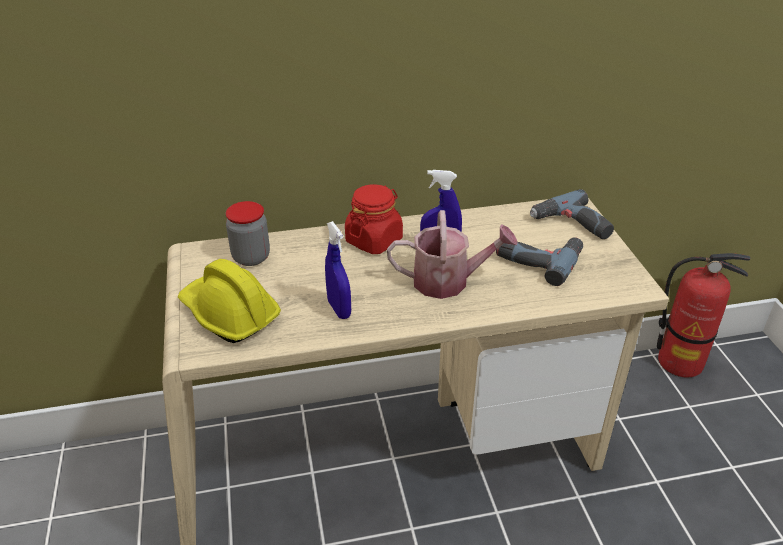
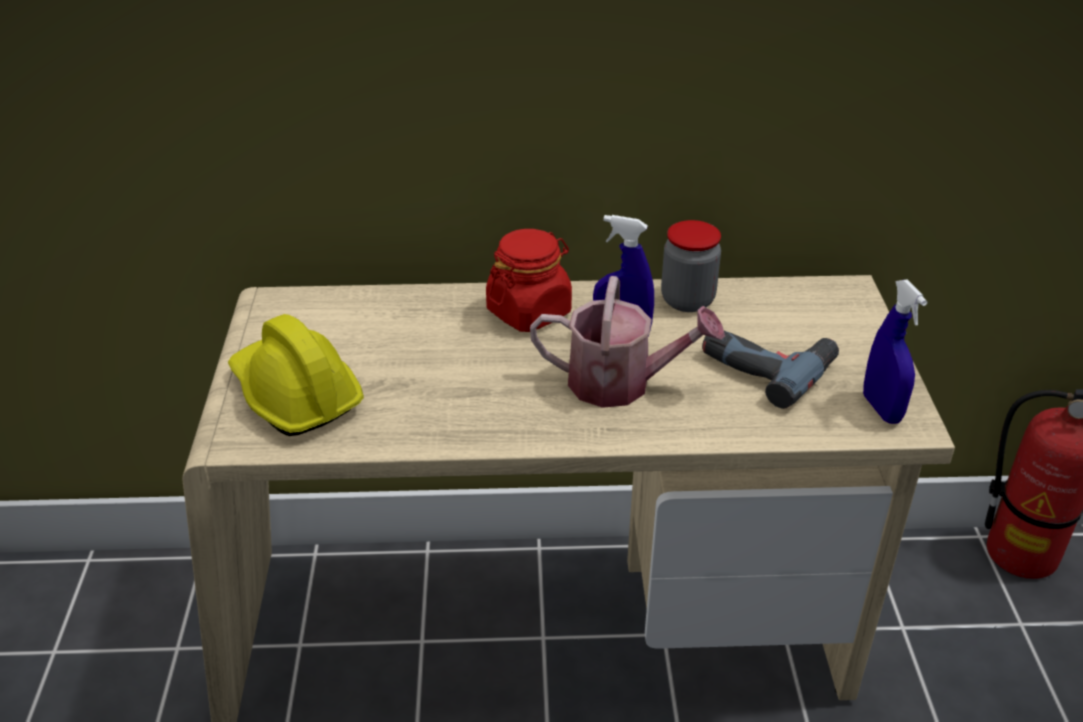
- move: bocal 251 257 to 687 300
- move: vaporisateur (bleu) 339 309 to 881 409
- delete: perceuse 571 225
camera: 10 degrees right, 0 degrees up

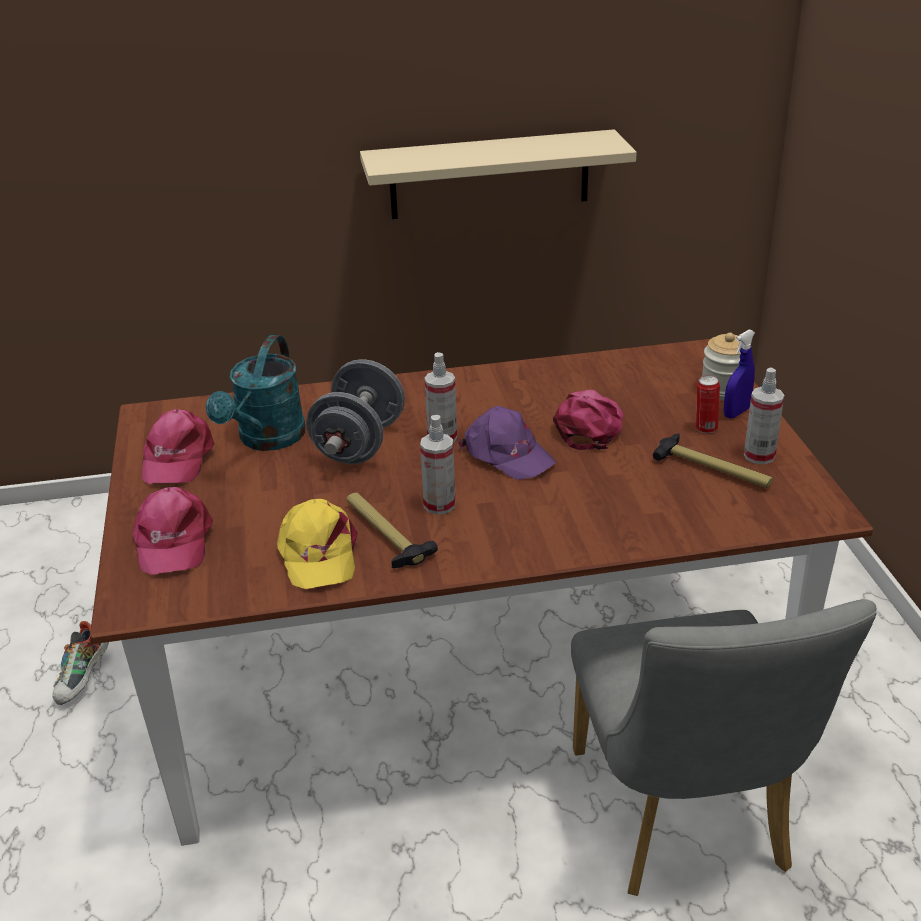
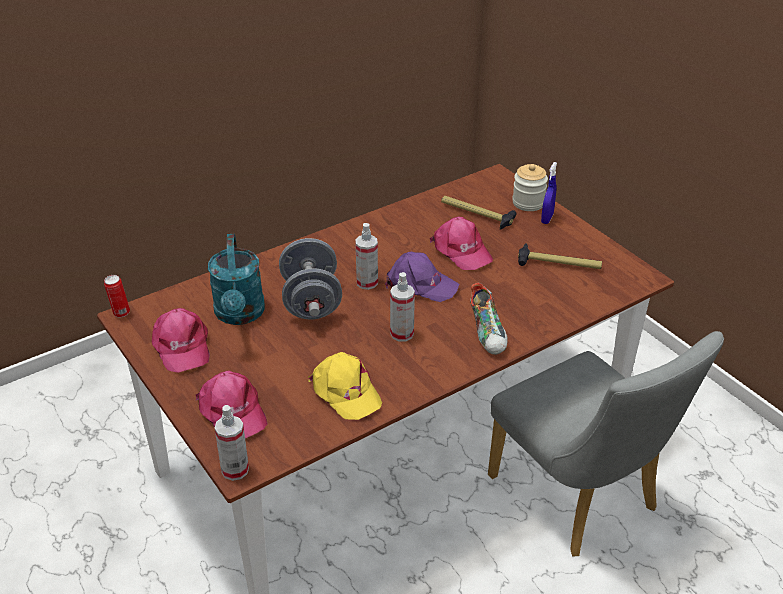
- move: boîte métallique 705 428 to 120 313
- move: vaporisateur 759 456 to 235 470
- rotate: casquette (rose) 590 427 = 461 250 150 degrees clockwise
- move: marteau 384 534 to 476 215
- move: chaussure 84 679 to 488 333
- delete: étagère (beige) 489 175
camera: 25 degrees left, 5 degrees up

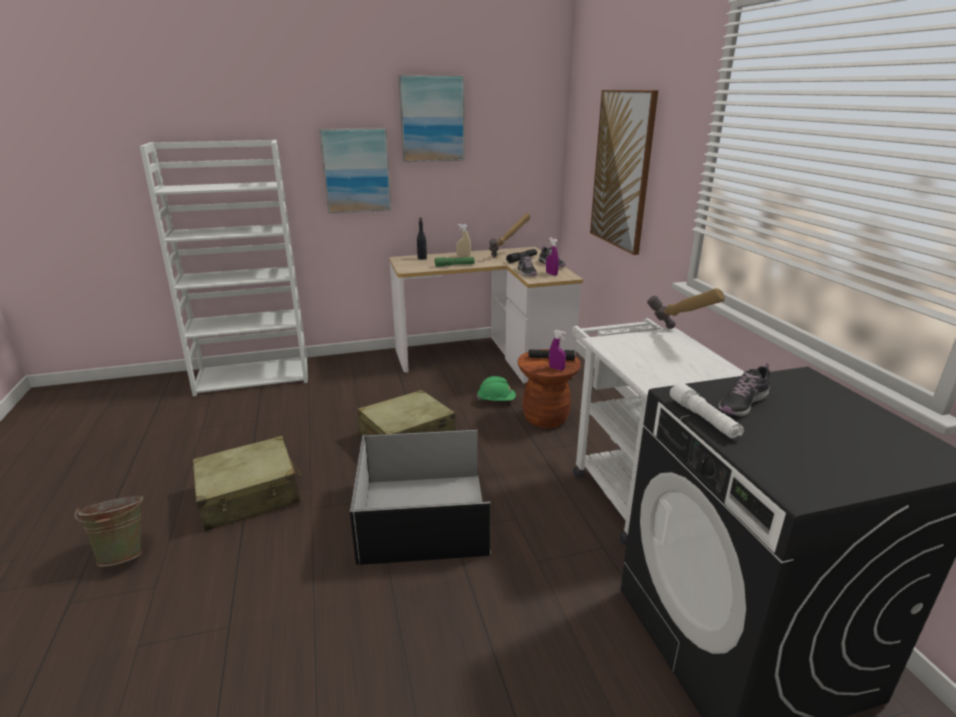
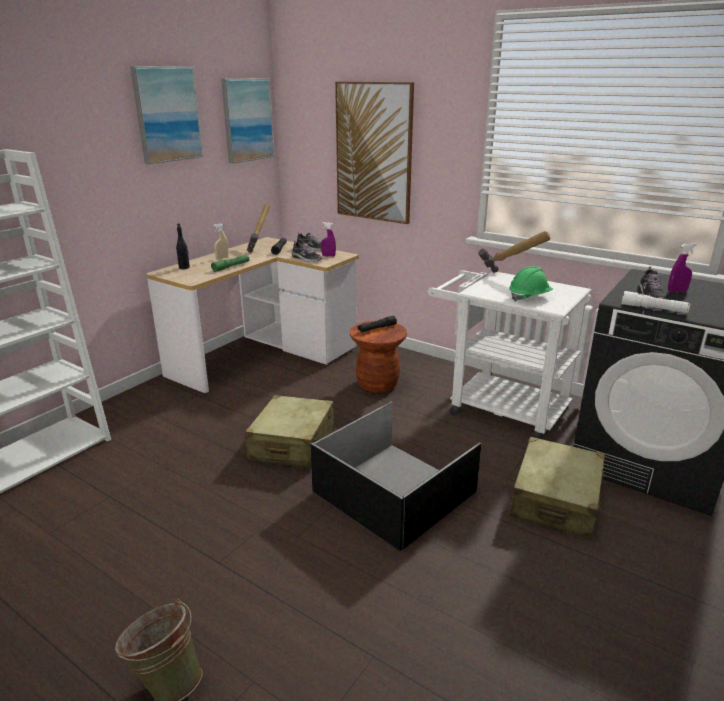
- move: tableau 356 170 to 247 120
- move: casque de chantier (vert) 496 400 to 529 297
- move: valise (beige) 250 495 to 556 499
- move: vaporisateur (violet) 556 368 to 677 291
camera: 40 degrees left, 0 degrees up

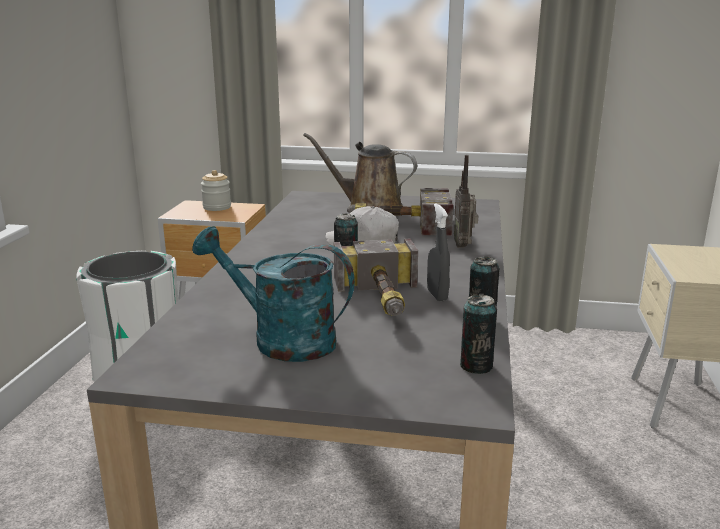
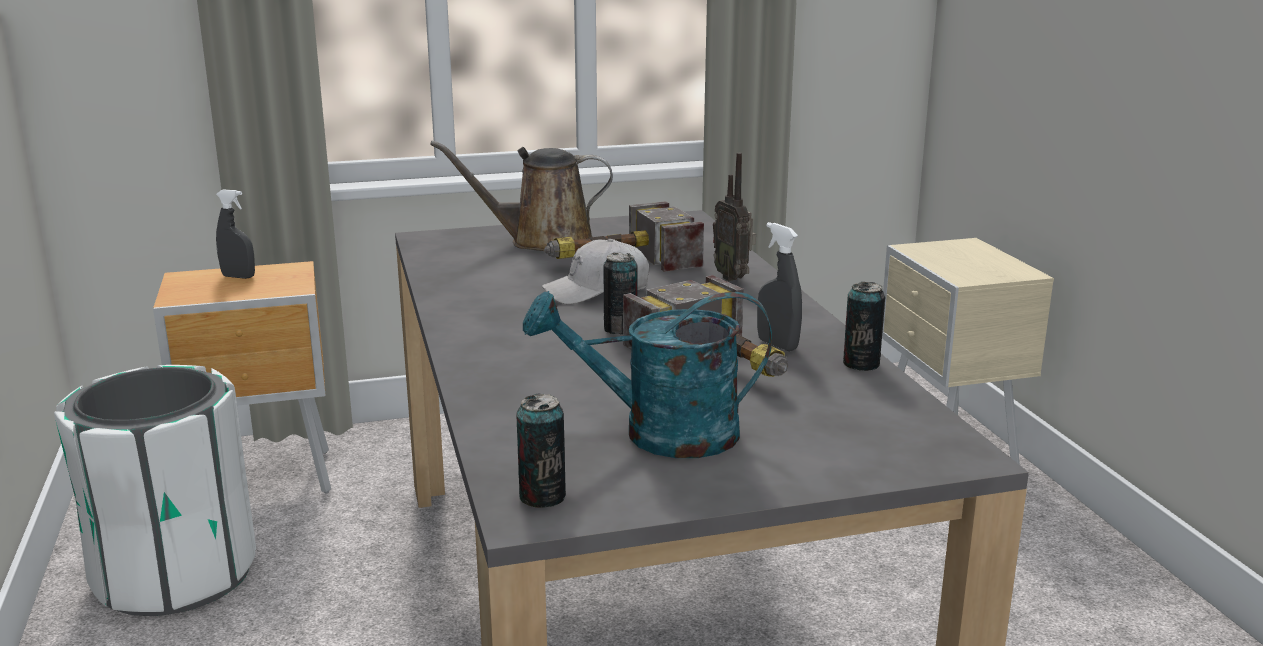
- replace: bocal 217 207 to vaporisateur (gris) 238 277
- move: boîte métallique 476 366 to 542 497
camera: 25 degrees left, 0 degrees up

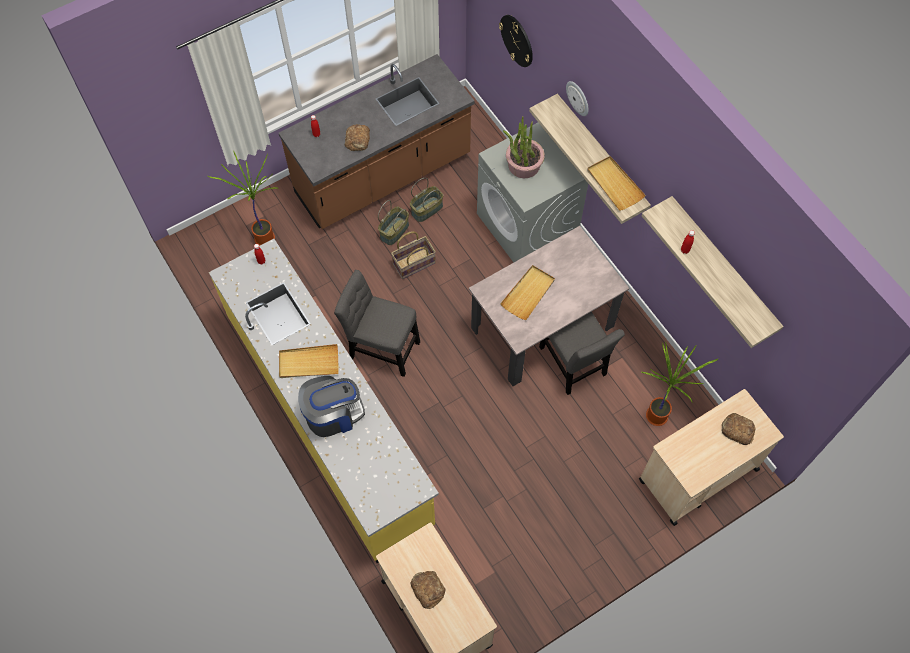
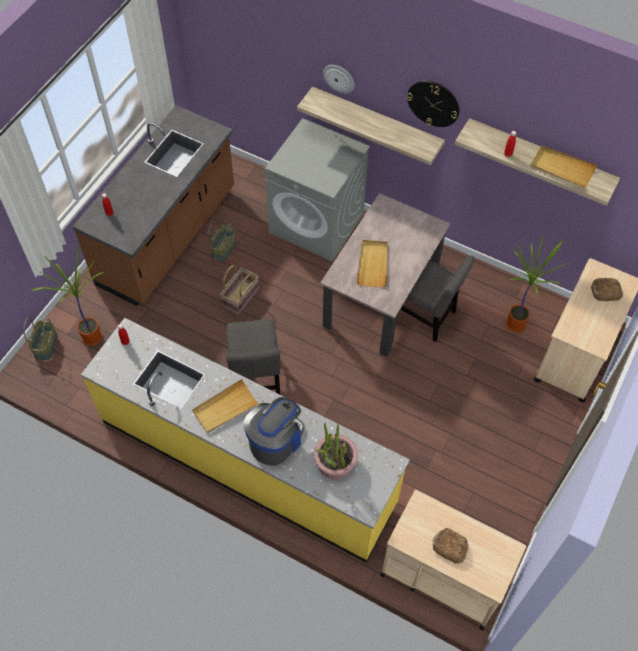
- move: panier 394 230 to 45 345
- rotate: chaise (gris) 381 347 = 255 379 90 degrees counterclockwise
- move: plante en pot 523 165 to 335 462
- move: horloge murale 517 40 to 433 103
- move: plateau (beige) 614 184 to 562 168
- delete: pain 358 140
camera: 30 degrees left, 5 degrees down

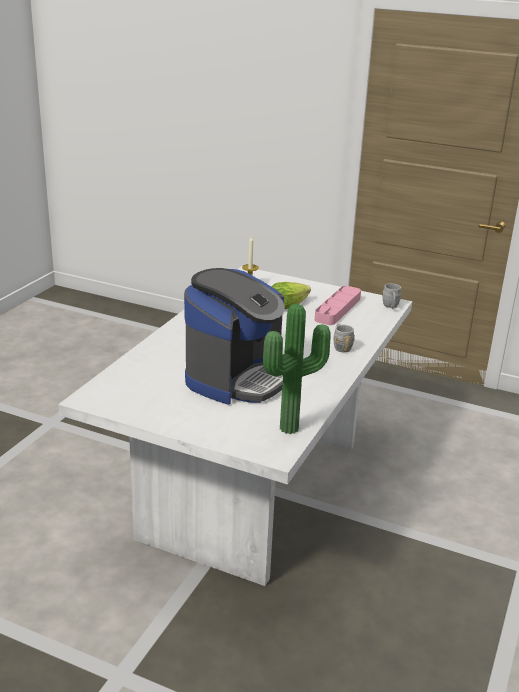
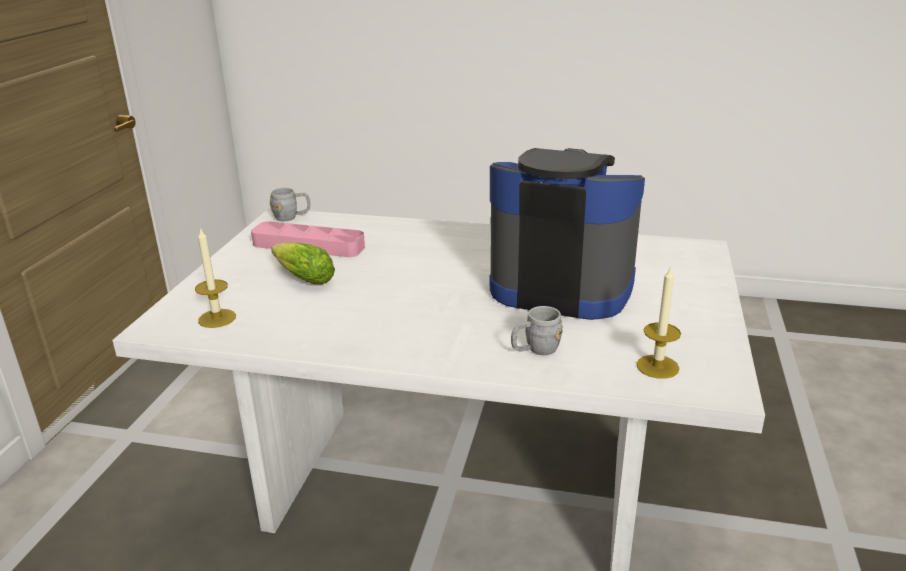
- move: mug (gris) 341 346 to 535 350
- insert: bougie 657 366
- delete: plante en pot 292 430
camera: 100 degrees left, 0 degrees up

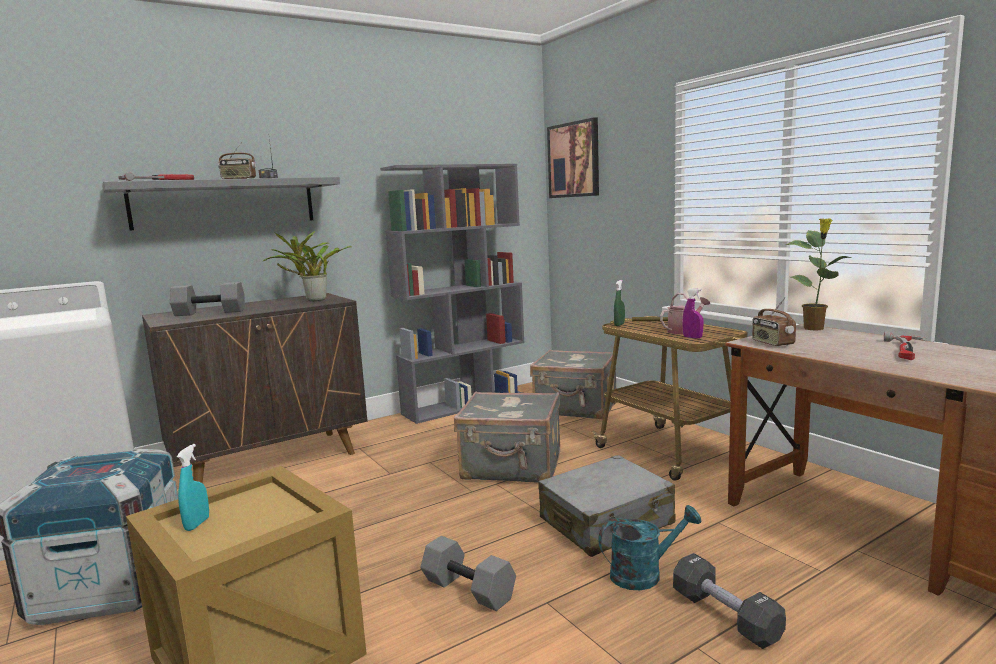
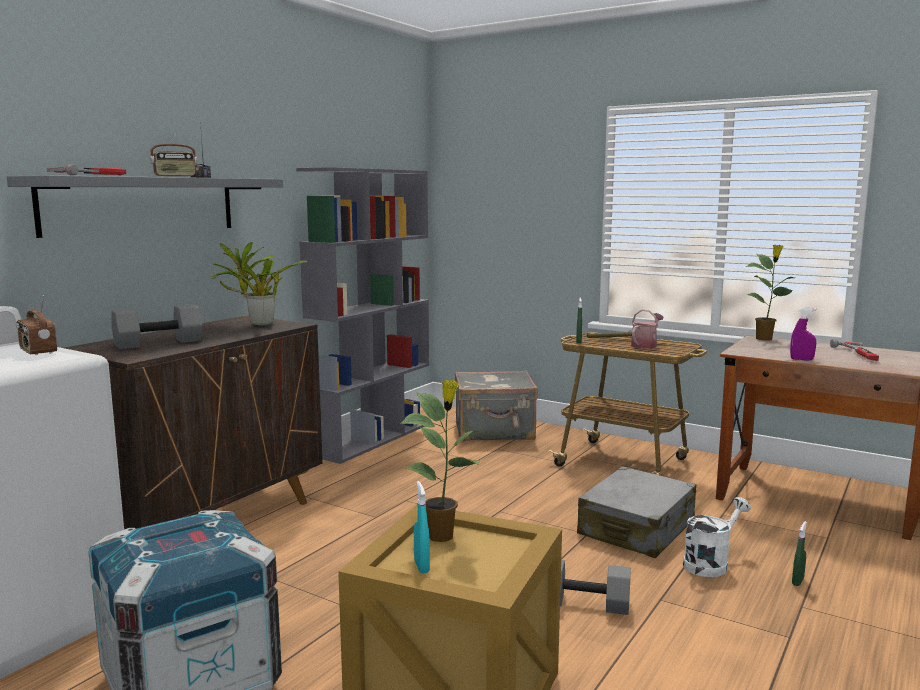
- move: radio 772 343 to 37 351
- insert: plante en pot 442 536
- recolor: arrosoir (turquoise) 644 574 to arrosoir (blanc) 710 563
- move: vaporisateur (violet) 692 337 to 801 359
- replace: haltère (noir) 725 616 to vaporisateur (vert) 797 581
- delete: valise (gris) 512 467
- delete: tableau 574 160
camera: 25 degrees left, 0 degrees up

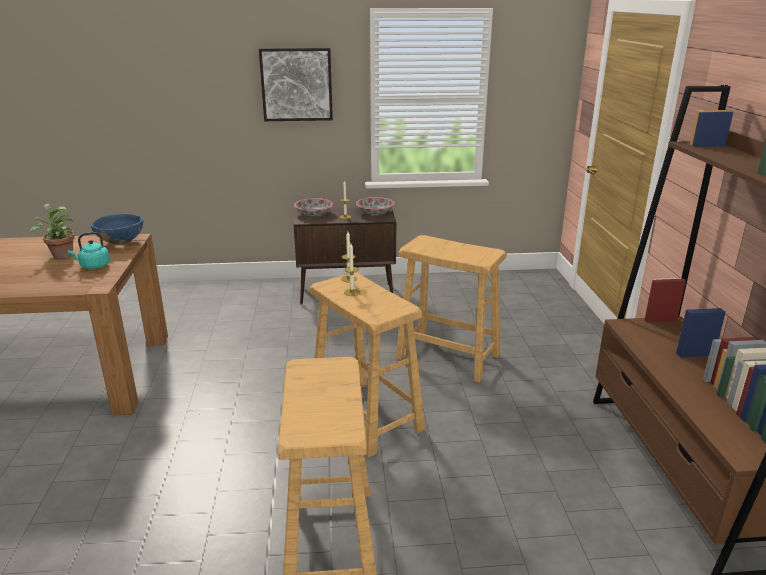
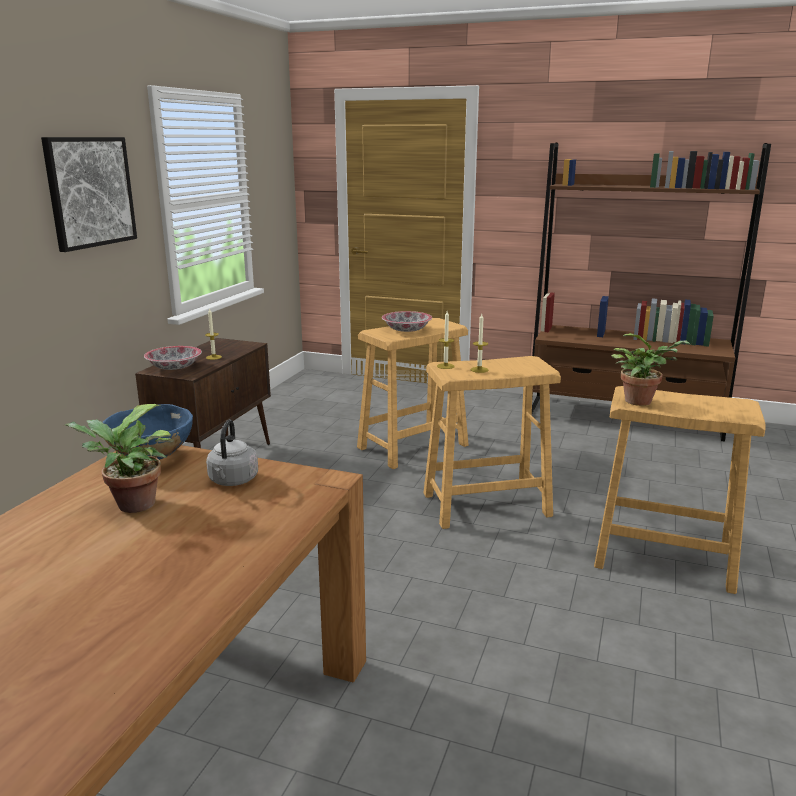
- recolor: bouilloire (turquoise) 93 266 to bouilloire (gris) 232 481
- move: bol 375 213 to 407 330
- insert: plante en pot 641 401
camera: 65 degrees left, 5 degrees down

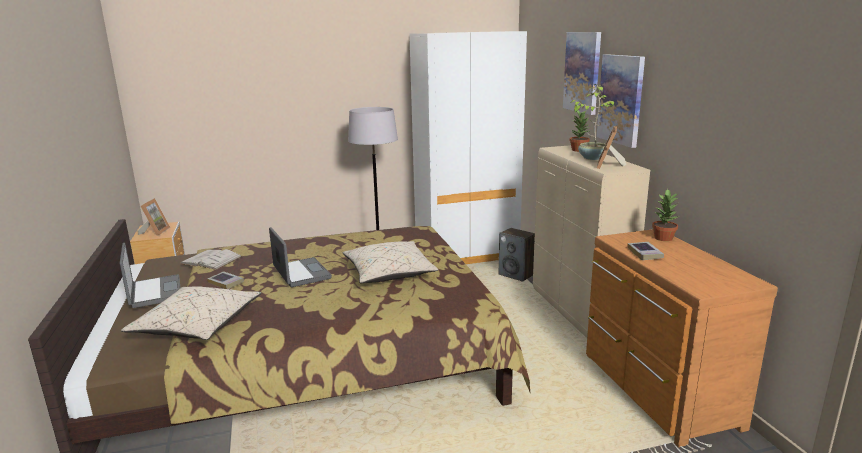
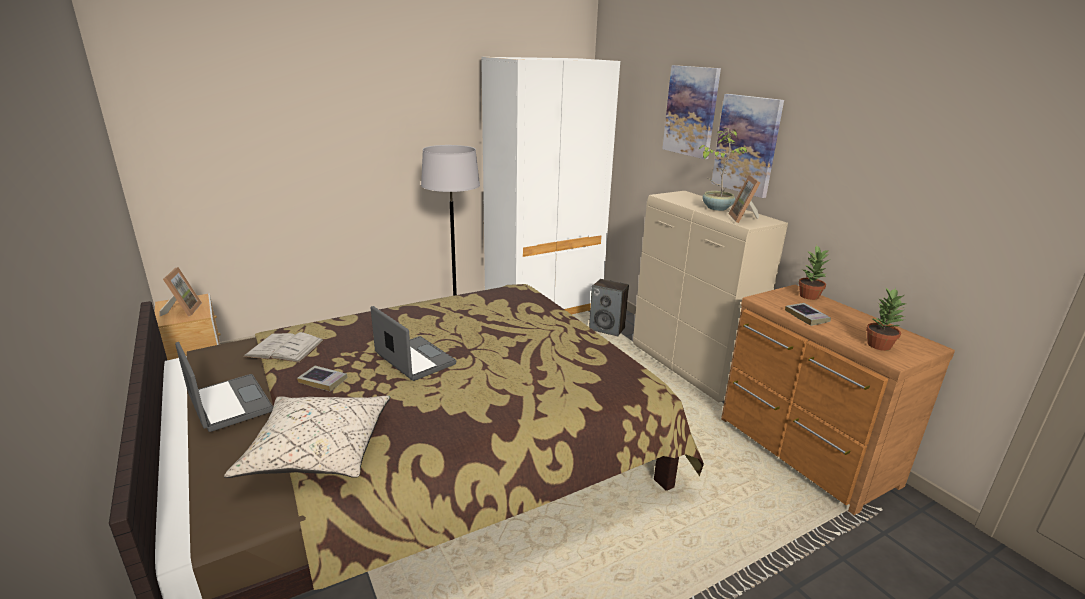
- move: plante en pot 578 150 to 878 345
- delete: coussin (beige) 389 273
camera: 15 degrees left, 5 degrees up

